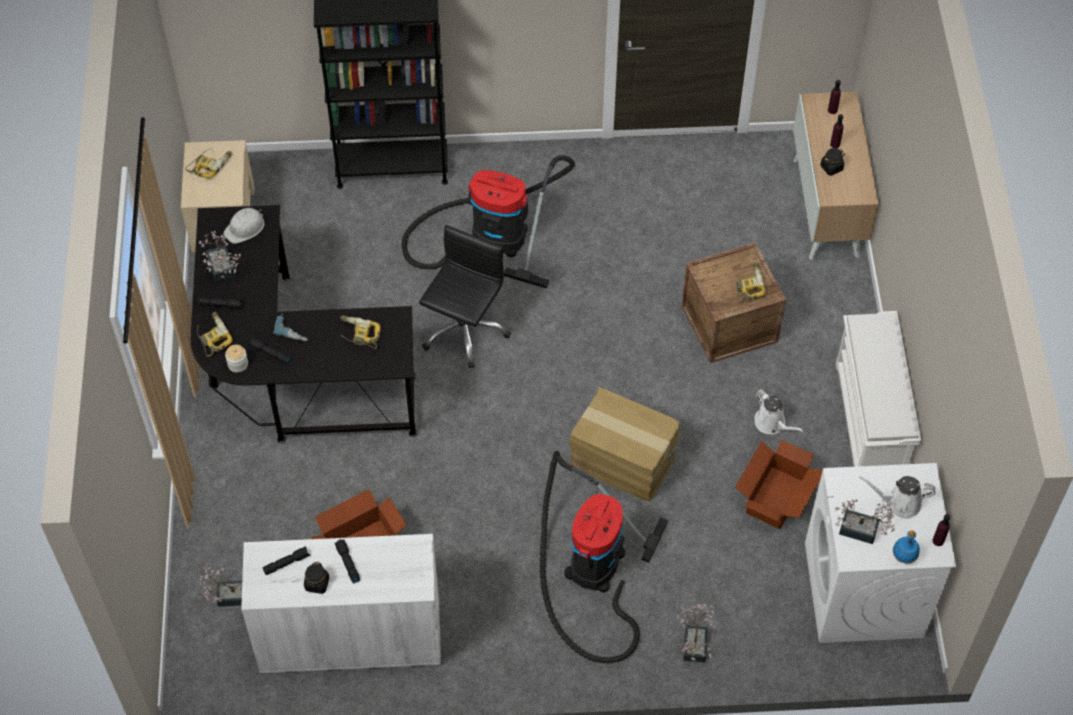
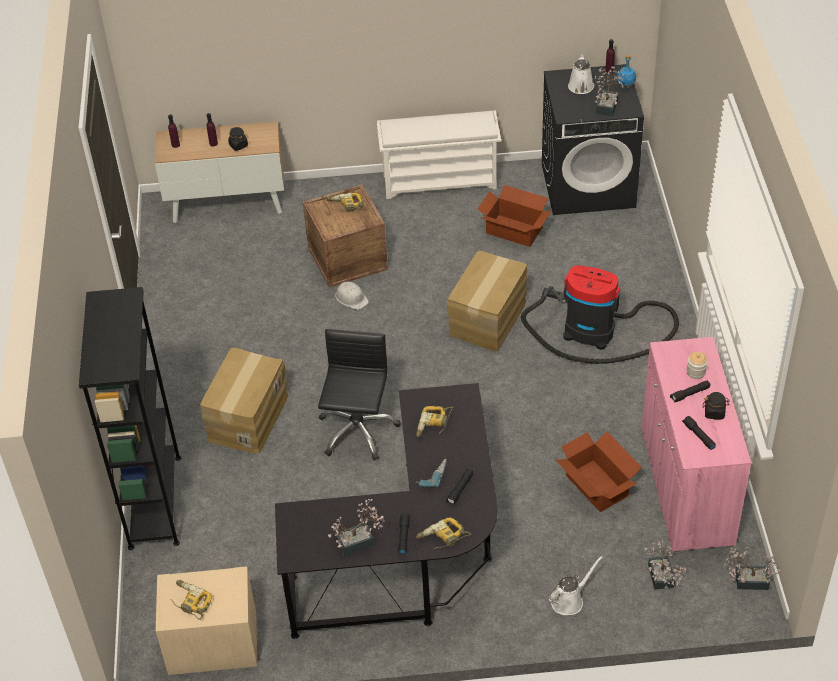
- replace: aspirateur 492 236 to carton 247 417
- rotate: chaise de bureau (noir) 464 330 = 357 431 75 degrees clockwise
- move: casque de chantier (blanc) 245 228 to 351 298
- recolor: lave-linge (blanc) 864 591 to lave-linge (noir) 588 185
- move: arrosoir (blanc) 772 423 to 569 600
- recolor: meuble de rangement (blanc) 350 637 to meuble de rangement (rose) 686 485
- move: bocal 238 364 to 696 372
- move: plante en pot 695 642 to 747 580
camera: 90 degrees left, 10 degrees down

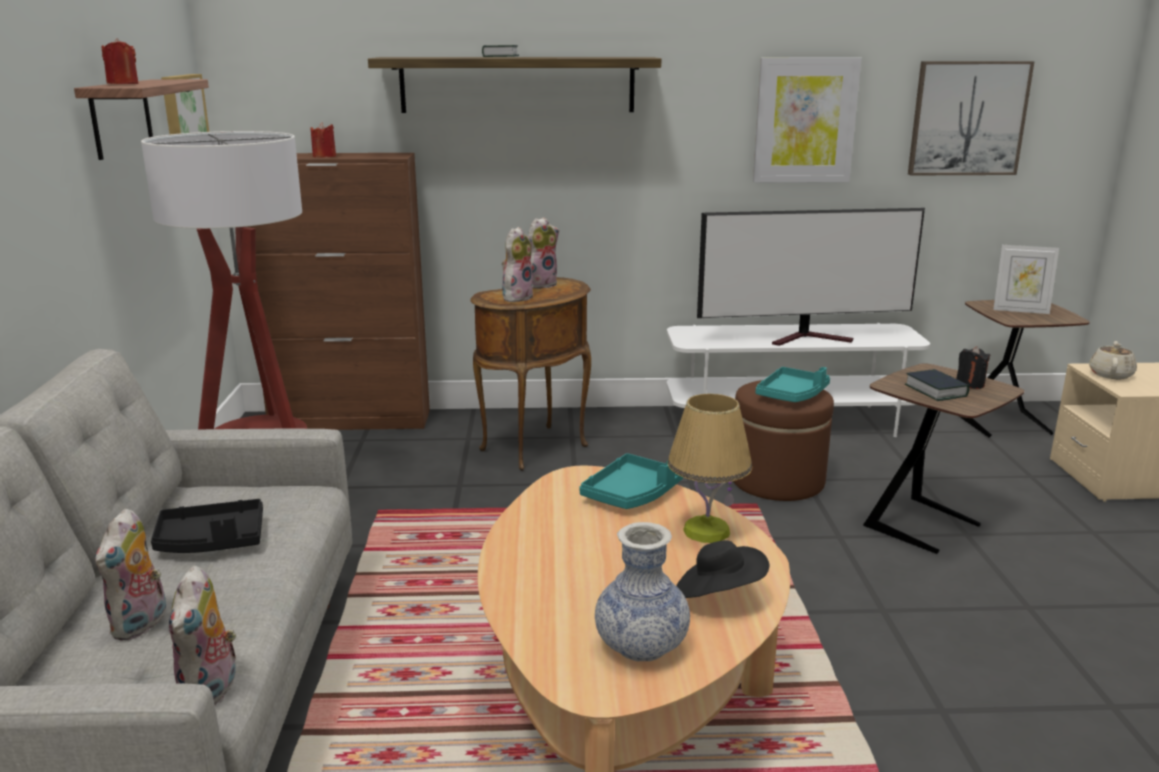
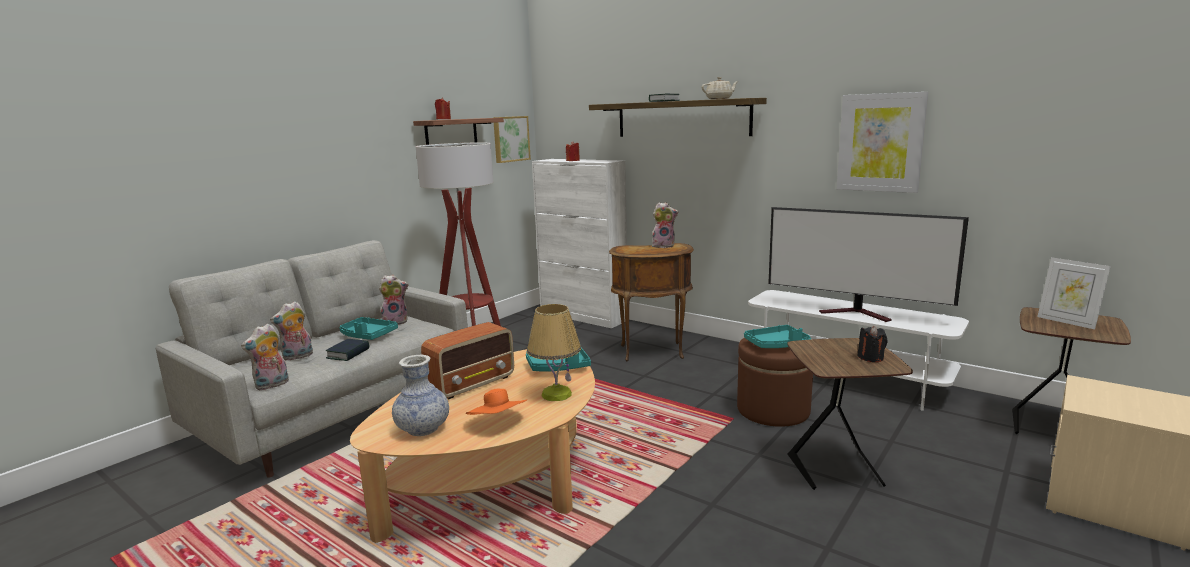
- move: livre 935 391 to 348 353
- recolor: plateau (noir) 212 541 to plateau (turquoise) 367 335
- move: peluche 517 297 to 396 322
- insert: radio 472 384
- recolor: chapeau (noir) 718 595 to chapeau (orange) 498 422
- recolor: meuble de rangement (marron) 351 420 to meuble de rangement (blanc) 583 316
- move: théière (beige) 1111 374 to 719 99
- delete: tableau 967 118
camera: 40 degrees right, 5 degrees down

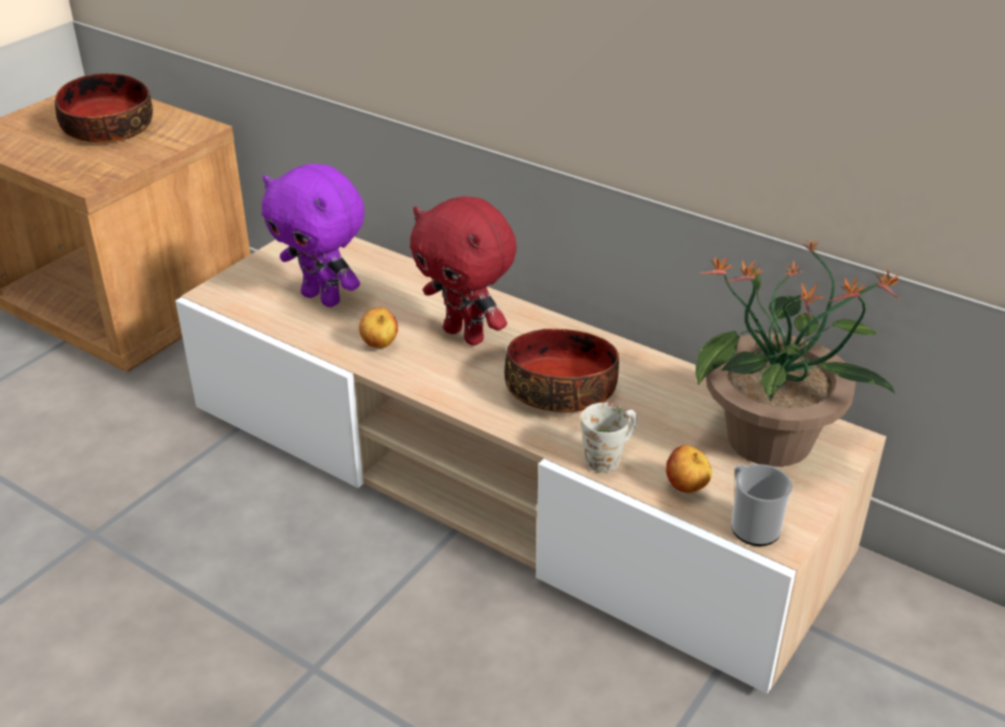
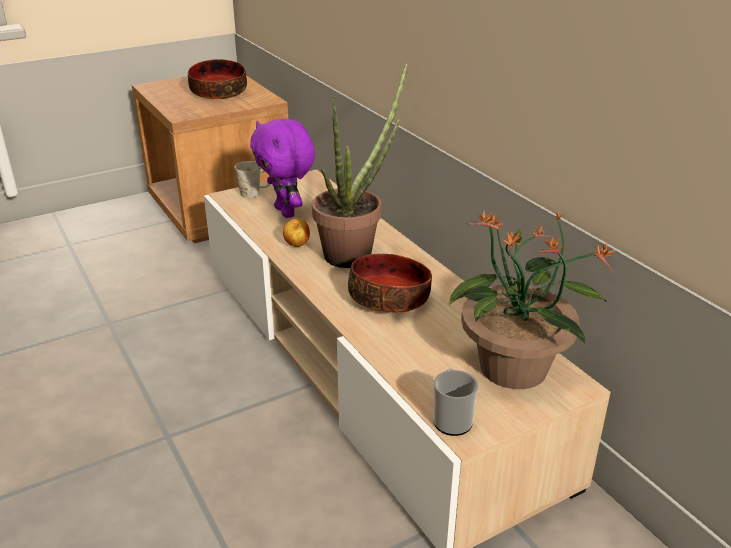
- move: mug (blanc) 610 456 to 256 193
- replace: peluche (rouge) 466 335 to plante en pot 355 252
- delete: pomme 686 488
camera: 25 degrees right, 5 degrees down

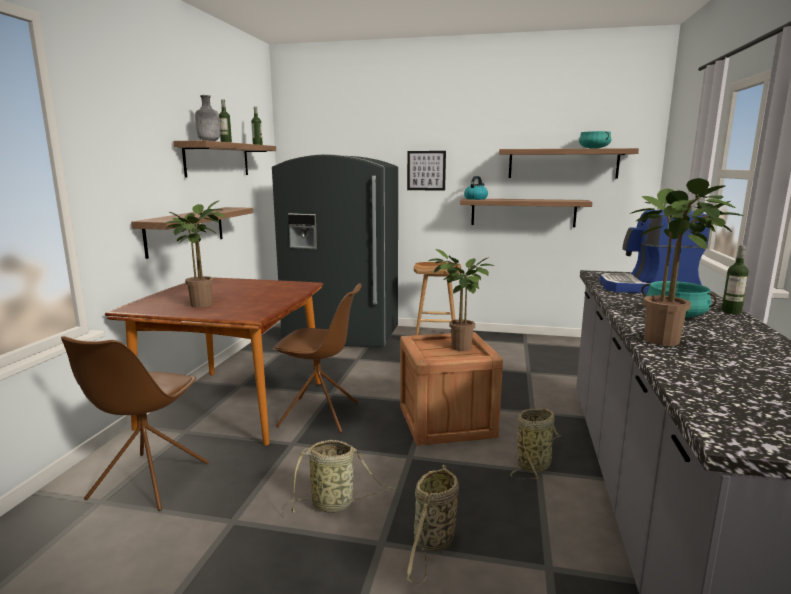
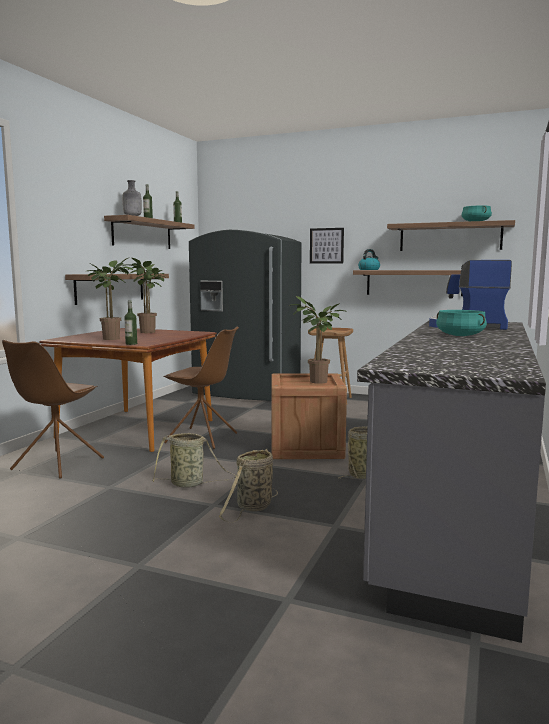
- move: bouteille 731 311 to 131 344
- move: plante en pot 668 342 to 149 332
camera: 10 degrees right, 5 degrees down

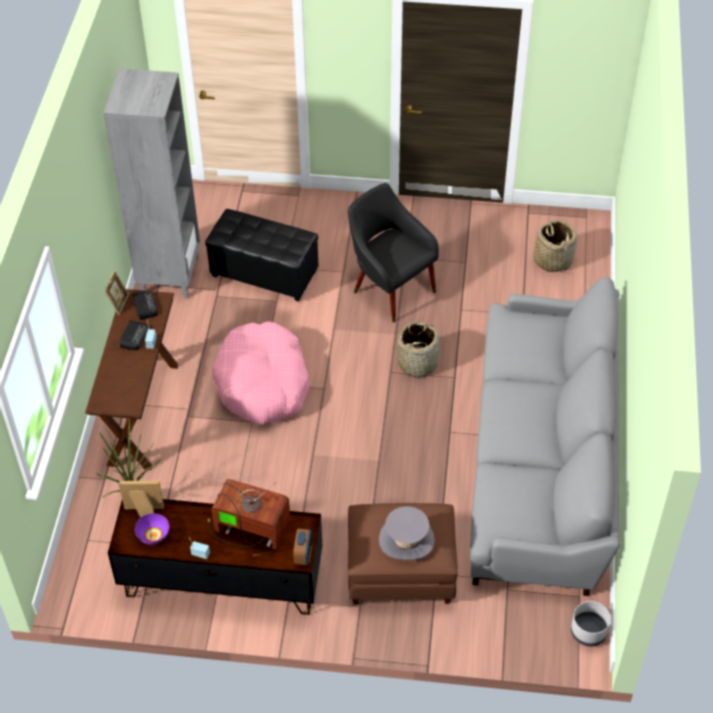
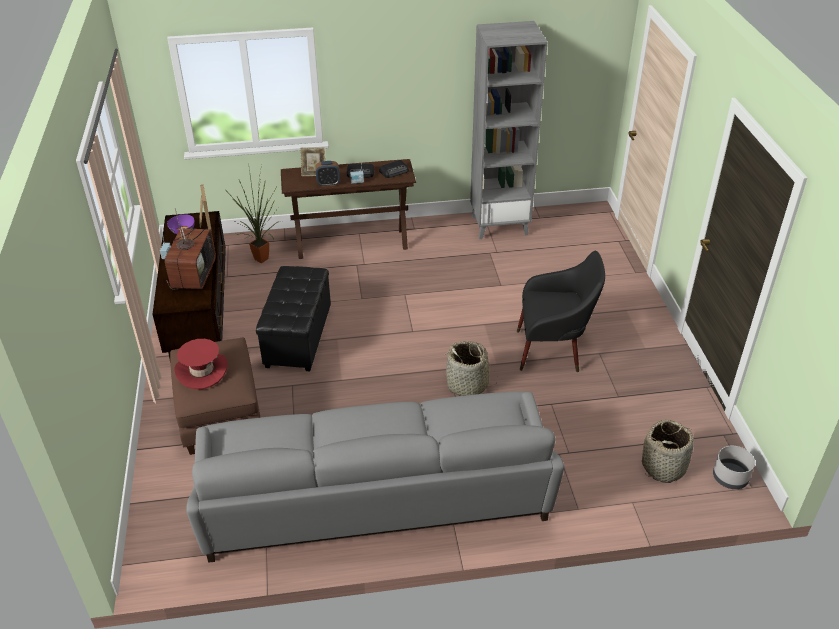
- recolor: chapeau (gris) 406 540 to chapeau (rouge) 202 371
- move: pouf (noir) 264 274 to 297 338
- move: cadre photo 118 303 to 314 173
- move: réveil 303 555 to 328 183
- rotate: fauteuil (noir) 390 288 = 553 350 60 degrees clockwise
- move: cache-pot (gris) 588 632 to 730 478
- delete: panier pour chien (rose) 263 383
camera: 75 degrees right, 10 degrees down

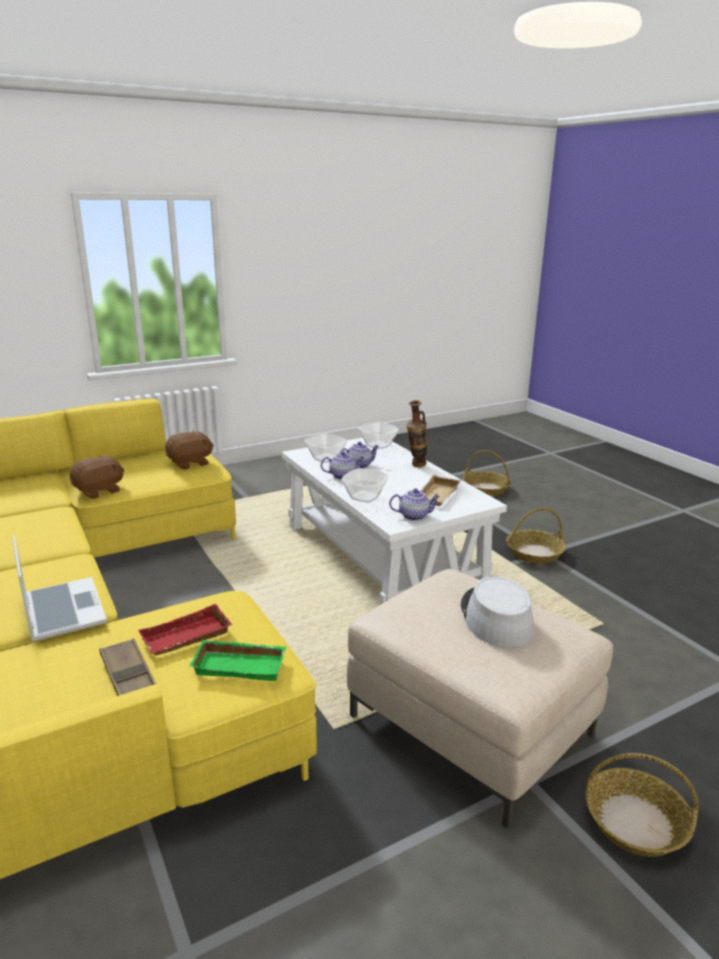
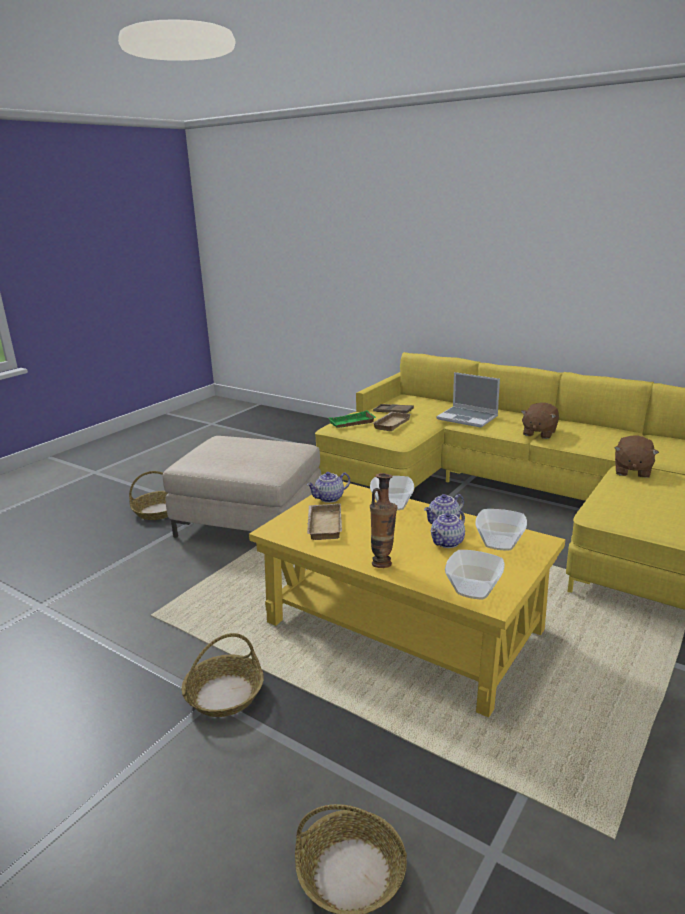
- recolor: table basse (blanc) 381 554 to table basse (jaune) 404 626
- recolor: plateau (rouge) 186 638 to plateau (beige) 390 424
- move: peluche (marron) 190 463 to 539 433
- delete: chapeau (gris) 495 618
camera: 155 degrees right, 0 degrees up

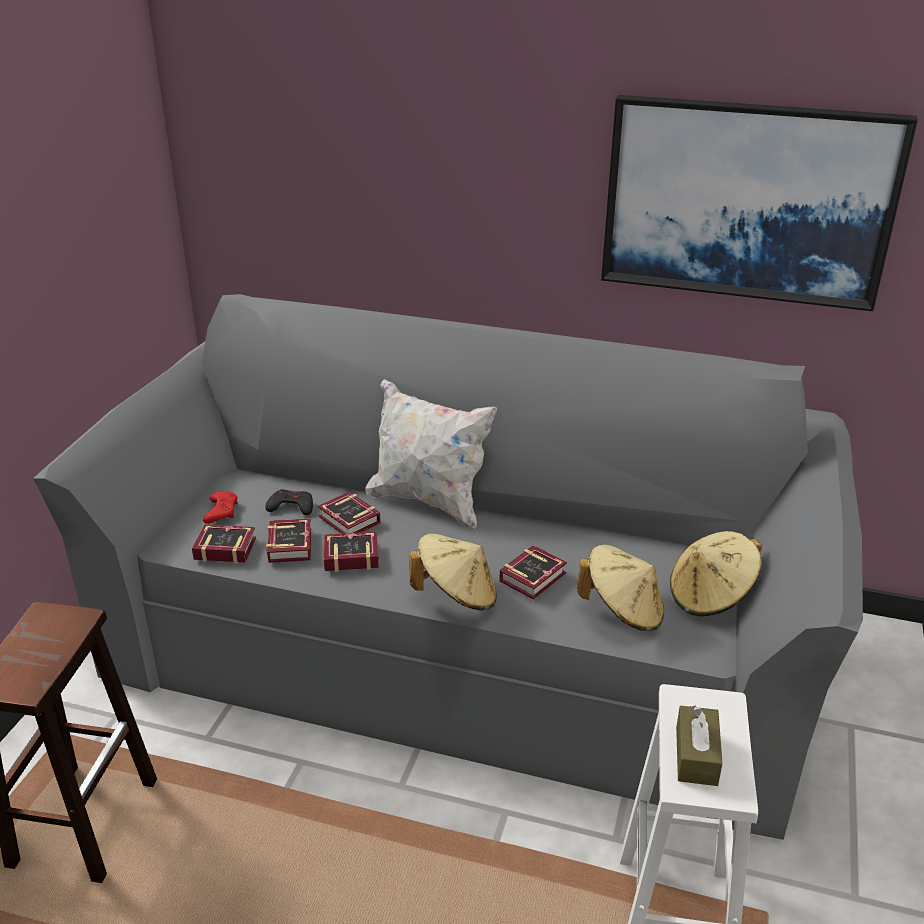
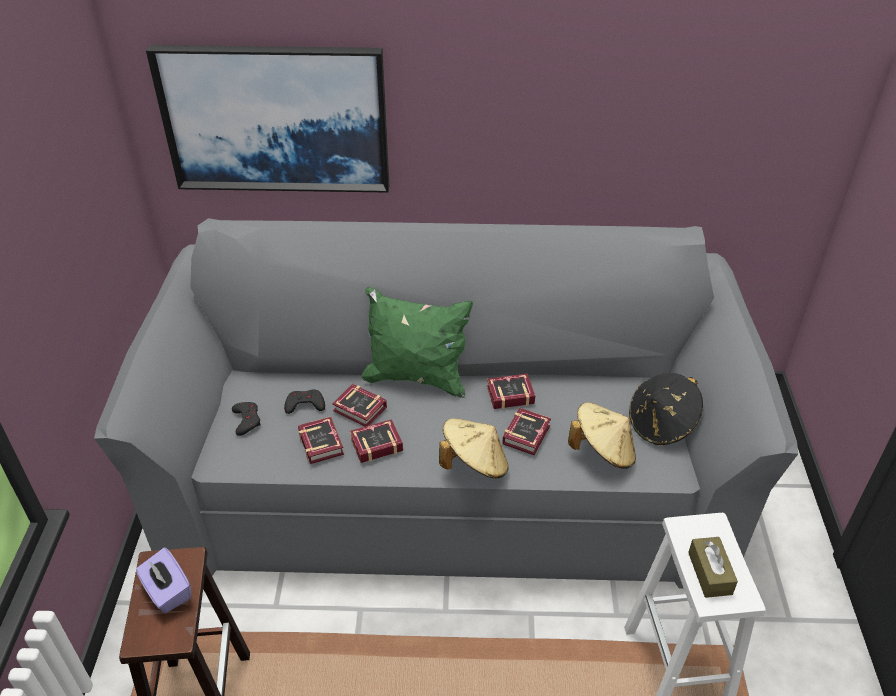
- insert: boîte à mouchoirs (violet) 167 591
- move: tableau 747 201 to 276 119
- recolor: manette (rouge) 221 511 to manette (noir) 246 420
- recolor: coussin (blanc) 429 502 to coussin (vert) 416 378
- move: livre 223 547 to 508 394
- recolor: chapeau (beige) 711 597 to chapeau (noir) 661 424
camera: 15 degrees left, 10 degrees up

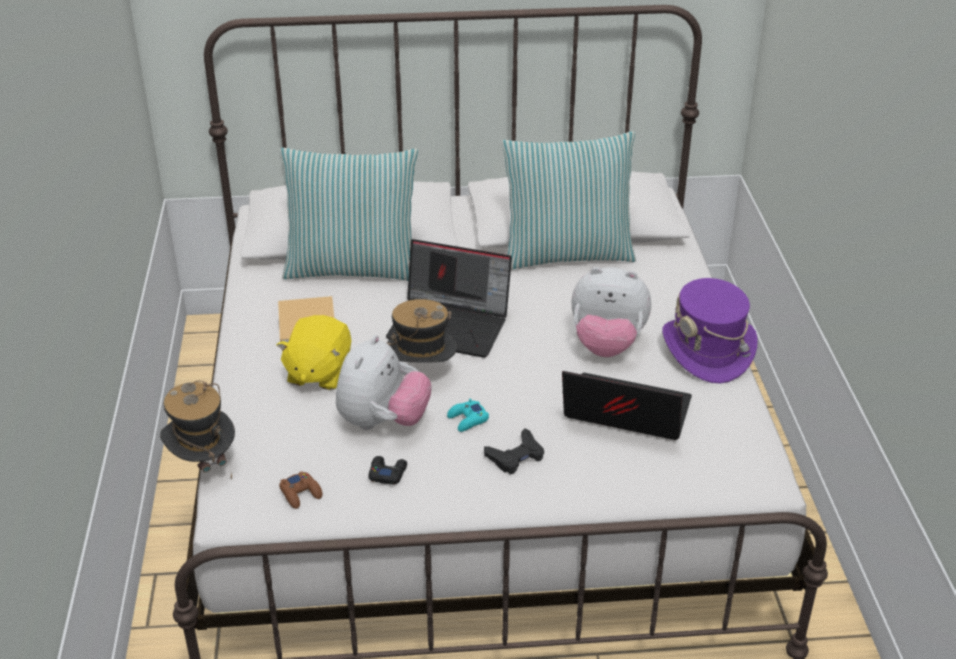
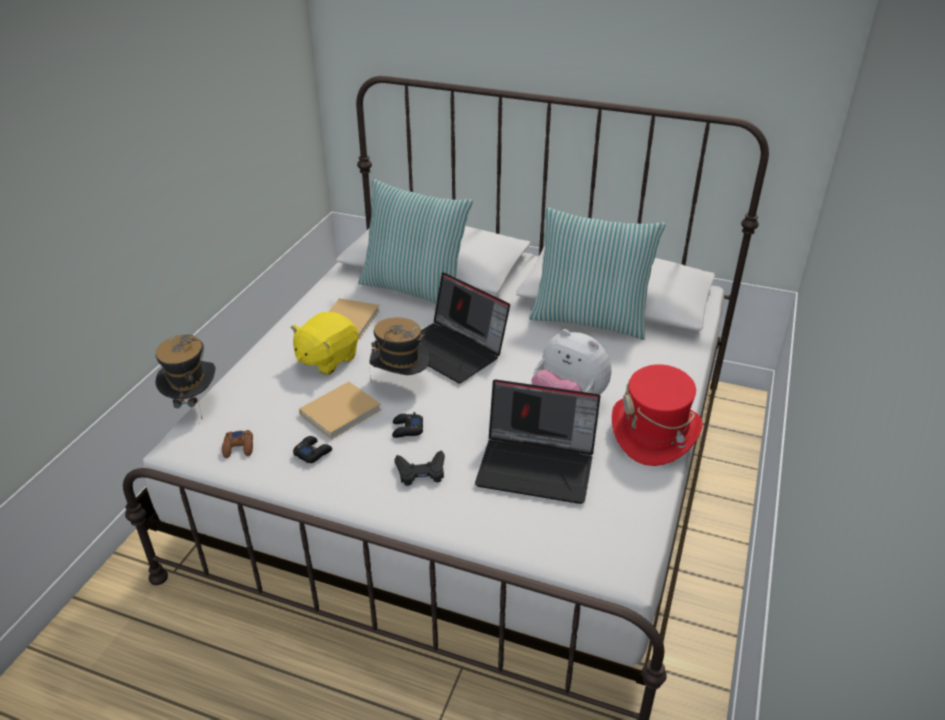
- replace: peluche 383 422 to livre (beige) 342 411
- recolor: manette (turquoise) 467 420 to manette (noir) 407 429
- rotate: ordinateur portable 623 415 = 538 465 150 degrees clockwise
- recolor: chapeau (violet) 708 350 to chapeau (rouge) 654 432
camera: 25 degrees right, 0 degrees up

